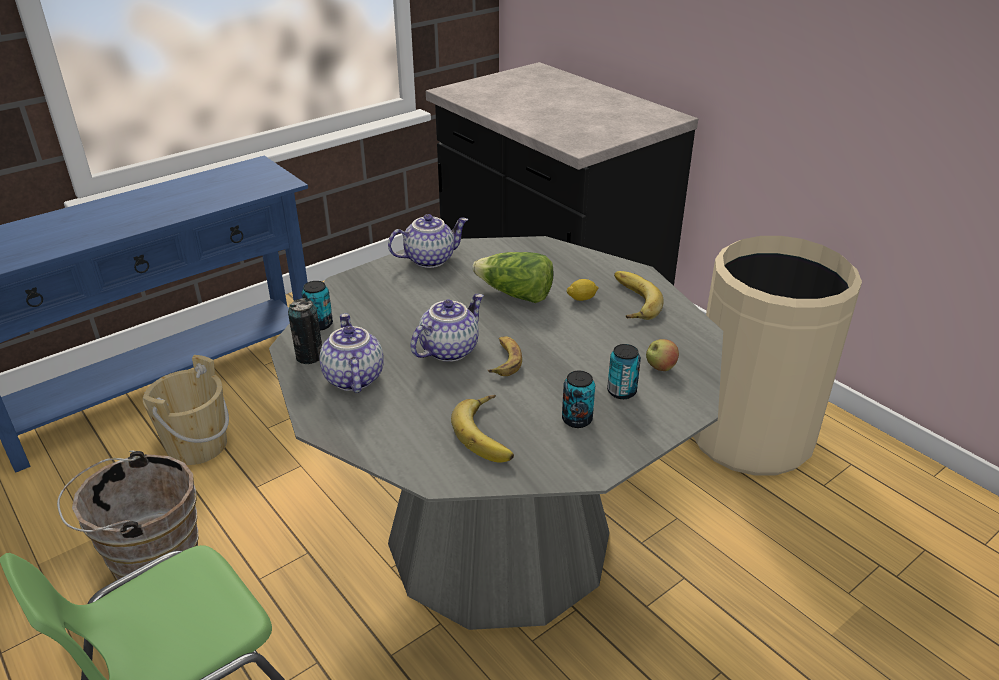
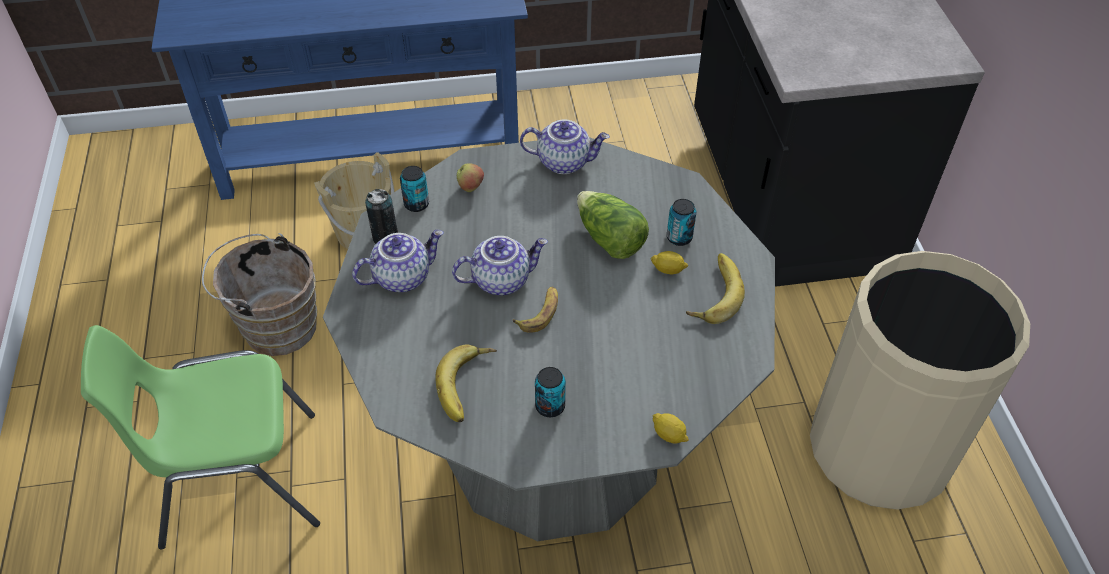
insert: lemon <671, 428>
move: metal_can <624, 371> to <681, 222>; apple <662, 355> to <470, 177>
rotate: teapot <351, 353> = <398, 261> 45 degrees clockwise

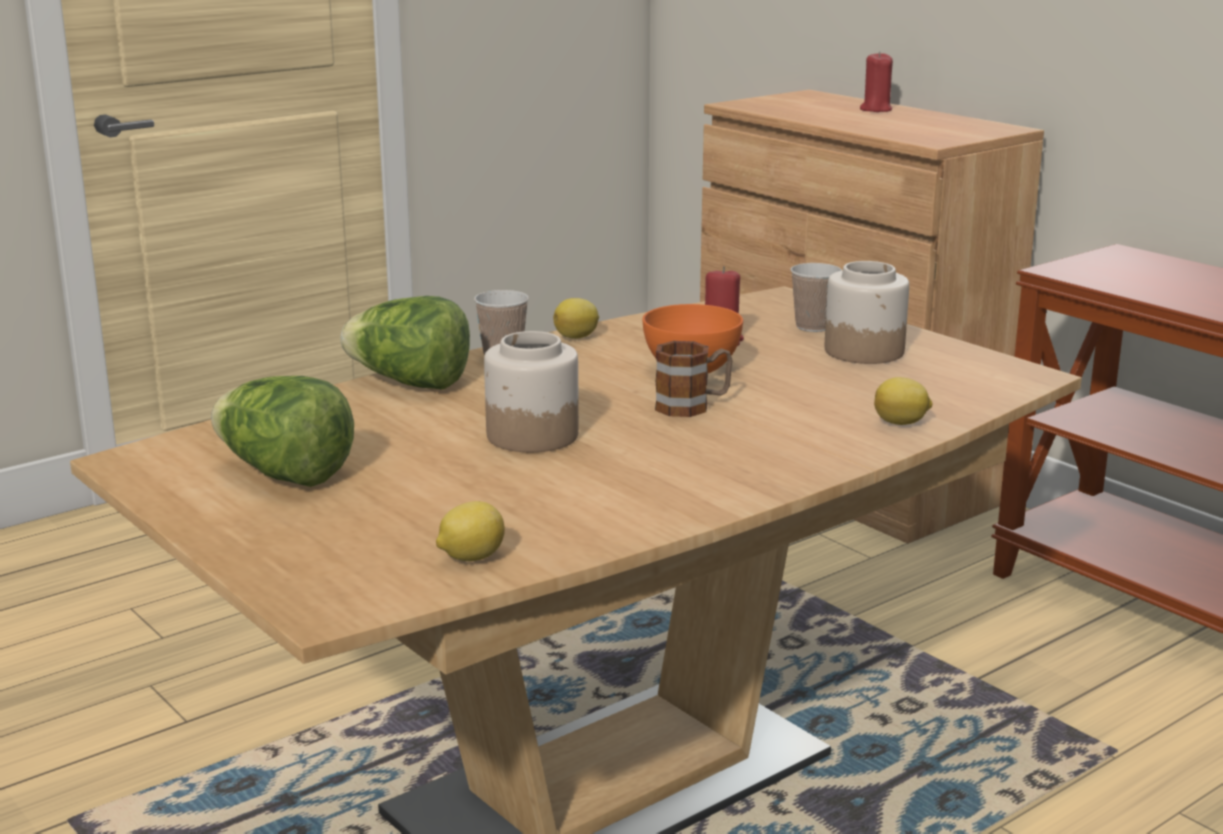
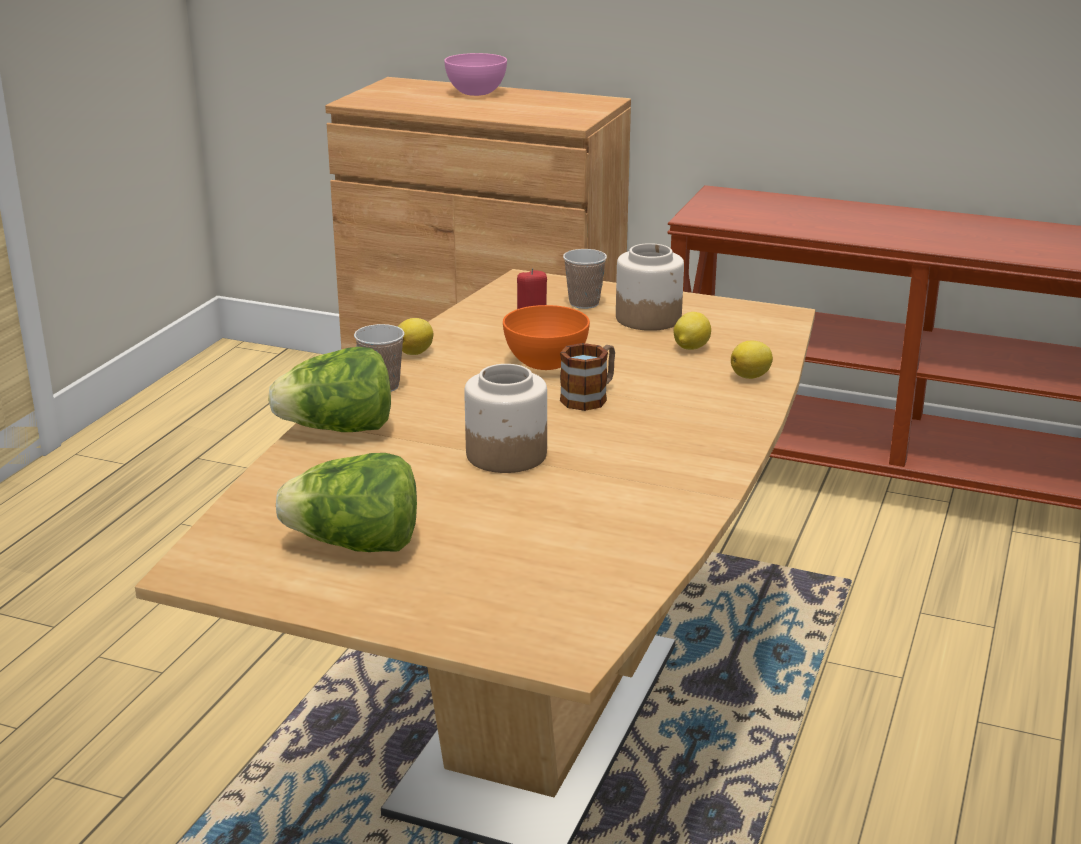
move: lemon <470, 531> to <692, 331>
replace: reddish_wax_light <876, 81> to pinkish_deep_dish <475, 74>

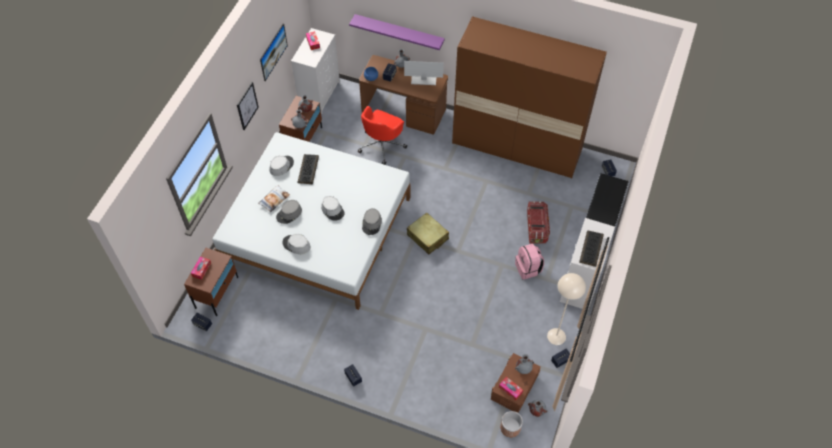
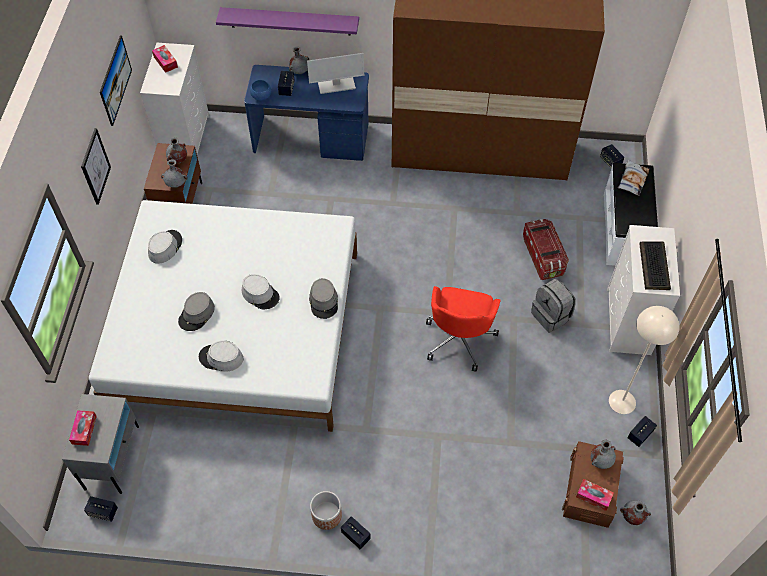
delete: PC_keyboard <308, 169>; beige-coloured_travel_case <428, 234>
move: throw_pillow <274, 199> to <633, 177>; reddish_office_chair <382, 135> to <463, 329>; planter <511, 424> to <326, 510>
recolor: brown-coloured_night_table <211, 282> to grey_night_table <100, 444>; brown-coloured_desk_unit <403, 95> to blue_desk_unit <306, 113>; pinkish_rucksack <529, 262> to grey_rucksack <553, 306>

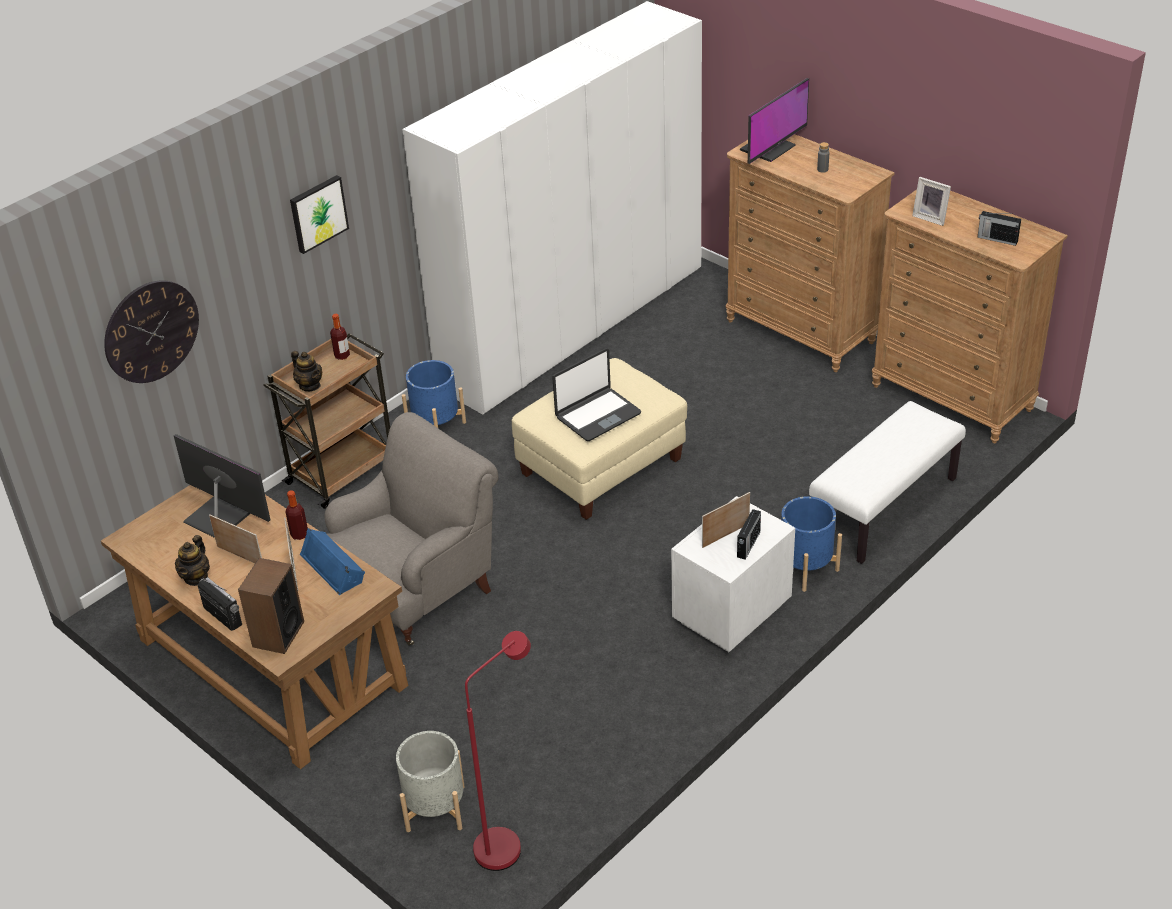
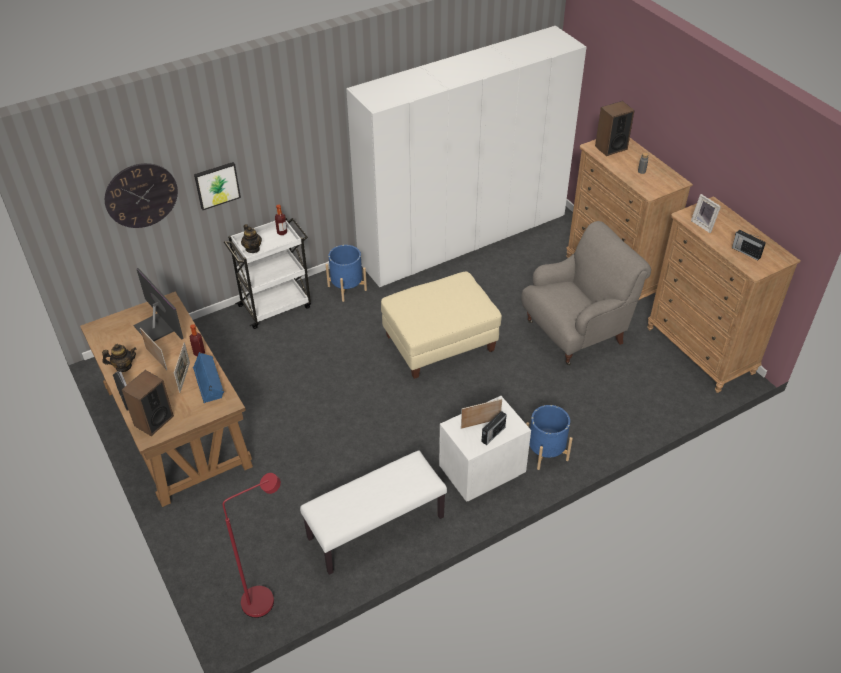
delete: grey_planter <430, 781>; laptop <596, 394>
move: picture <319, 214> to <217, 186>; grey_lounge_chair <411, 528> to <586, 293>; white-coloured_indoor_bench <887, 482> to <373, 513>
replace: computer_screen <774, 121> to audio_speaker <615, 128>
recolor: brown-coloured_cart <326, 421> to white-coloured_cart <267, 273>
rotate: teapot <192, 560> = <119, 358> 135 degrees counterclockwise

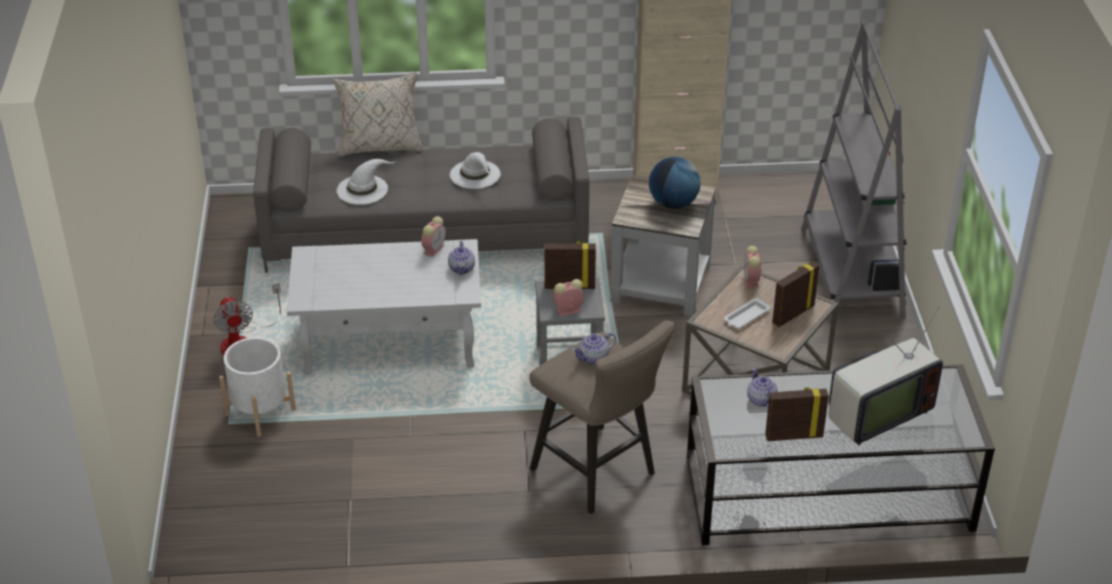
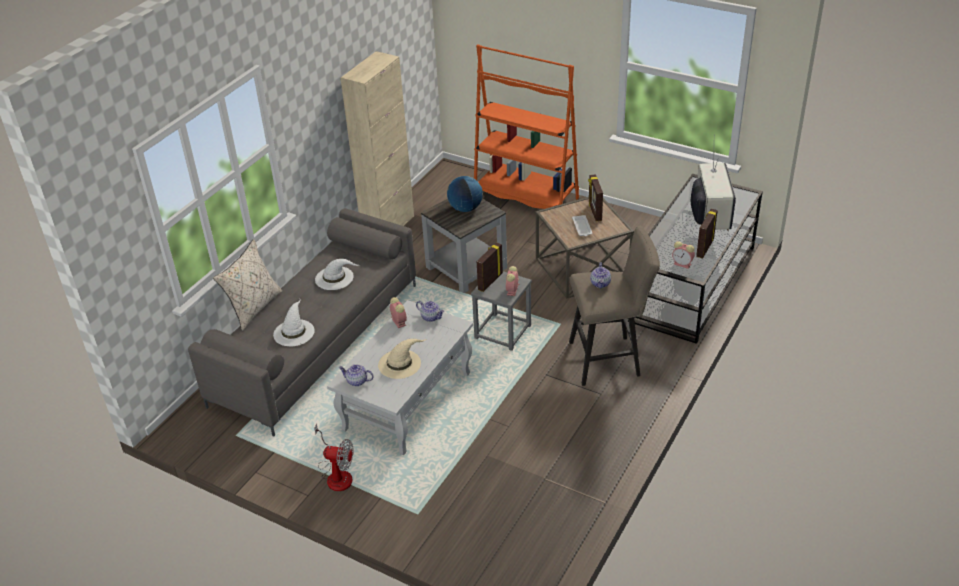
delete: white-coloured_planter <257, 387>
insert: beige-coloured_wearable_hat <402, 359>
move: bedside_clock <753, 266> to <683, 255>; teapot <762, 388> to <356, 375>
recolor: grey_shelving_unit <854, 172> to orange-coloured_shelving_unit <526, 127>

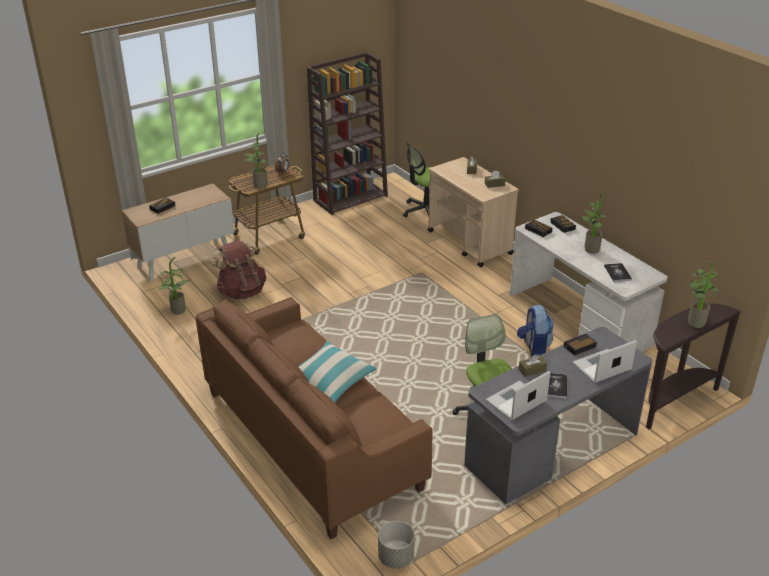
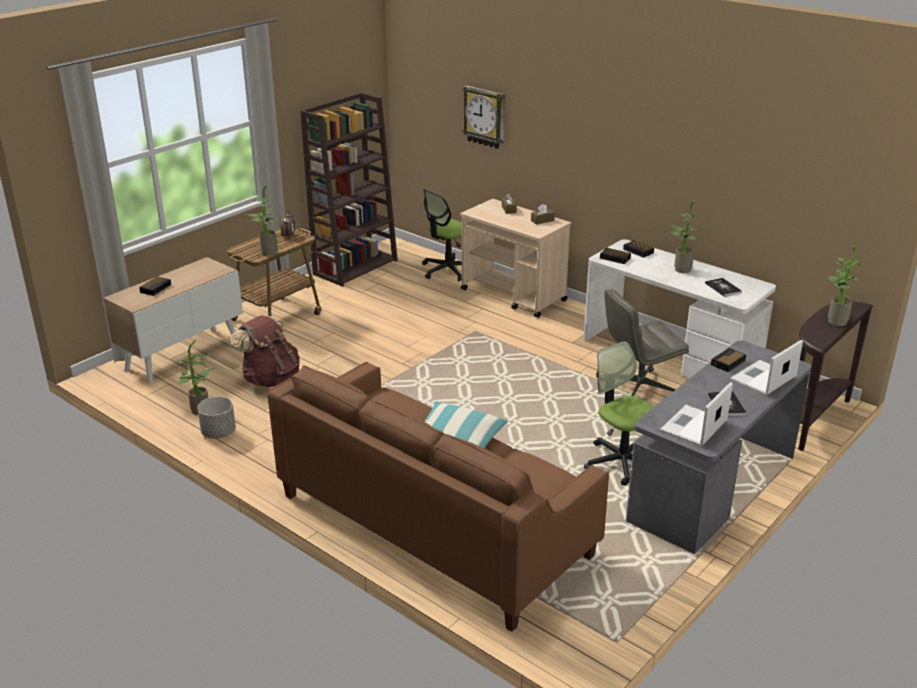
delete: brown-coloured_box_of_tissues <533, 366>
insert: hanging_clock <483, 117>
move: grey_planter <396, 545> to <216, 418>
replace: rucksack <535, 331> to grey_office_chair <646, 342>

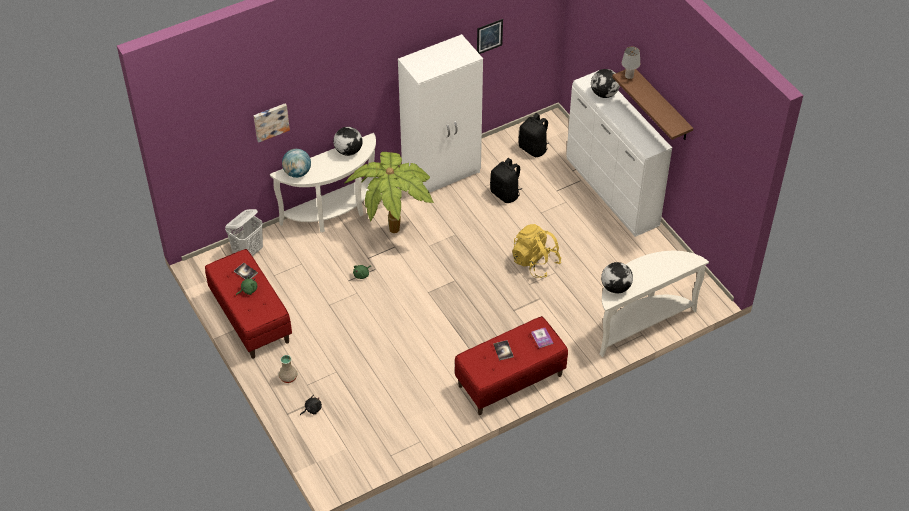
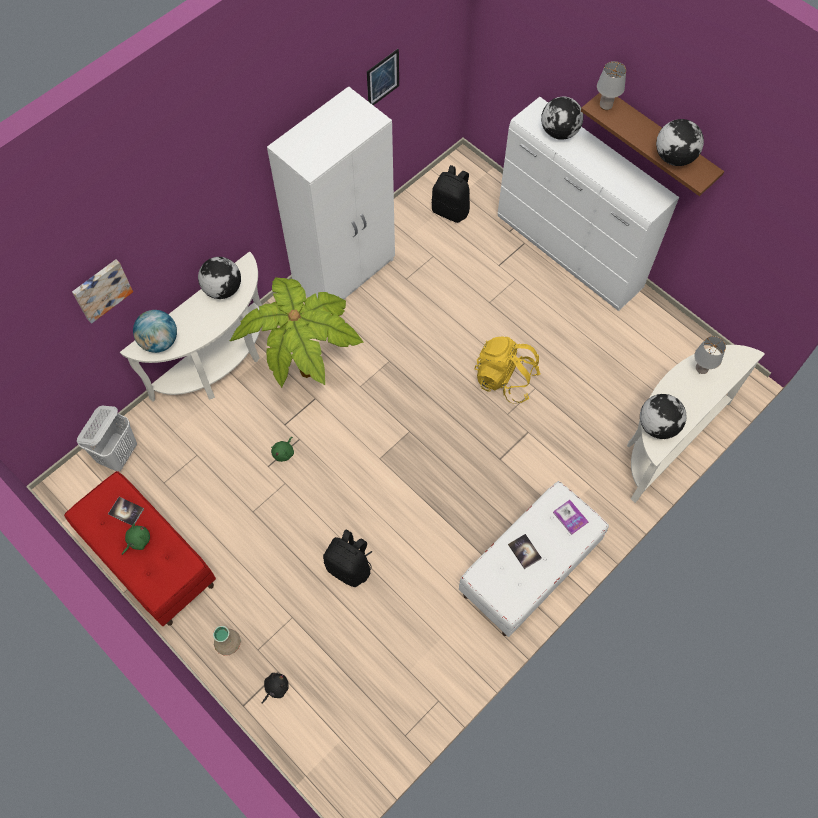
insert: world_globe <680, 142>; grey_lamp_for_a_table <710, 355>
move: blackish_rucksack <506, 180> to <347, 558>
recolor: reddish_indoor_bench <511, 365> to white-coloured_indoor_bench <534, 559>

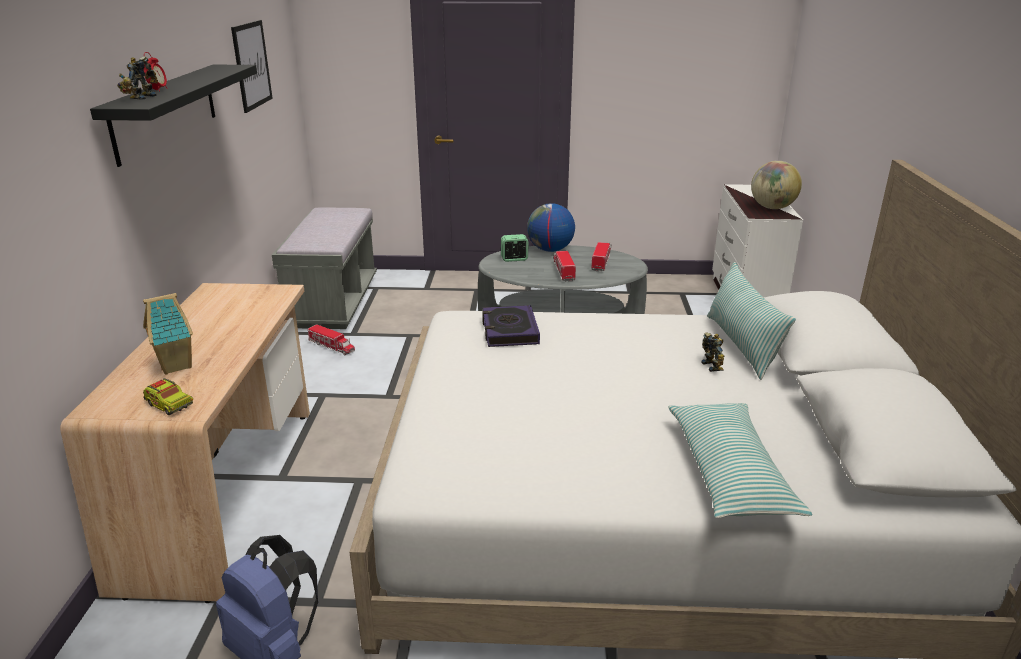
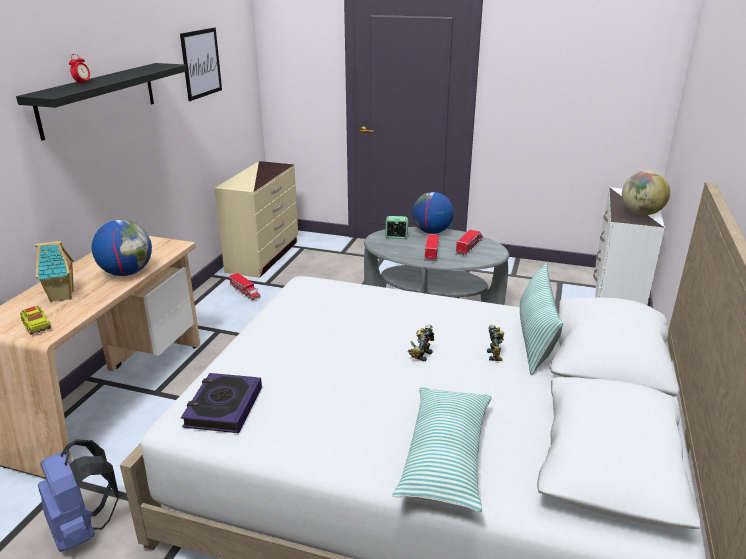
insert: world_globe <122, 248>
move: robot_figure <137, 78> to <421, 343>; volume <511, 326> to <221, 403>
replace: grey_indoor_bench <324, 268> to beige-coloured_dresser <256, 219>

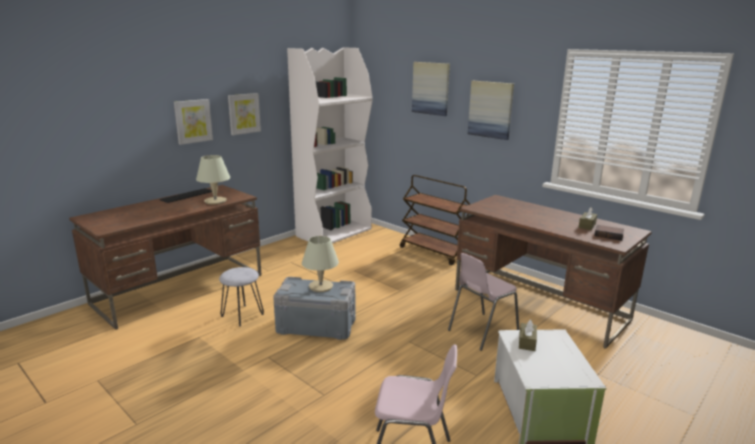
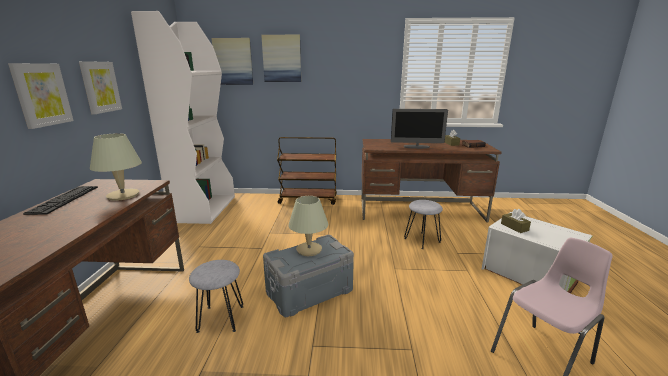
insert: computer_screen <419, 129>
move: picture <491, 110> to <232, 61>
replace: pinkish_upright_chair <483, 302> to grey_stool <423, 224>

